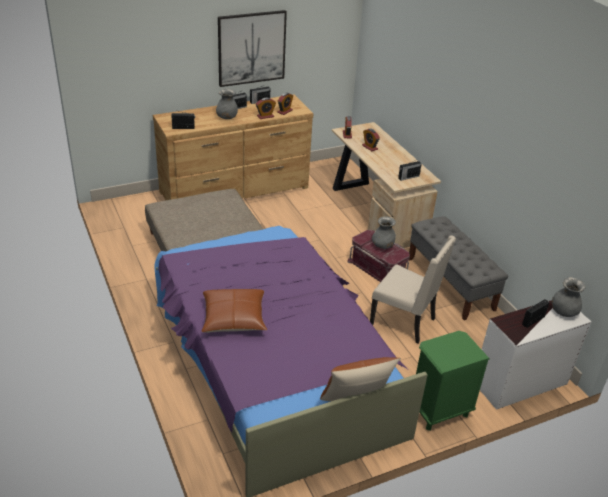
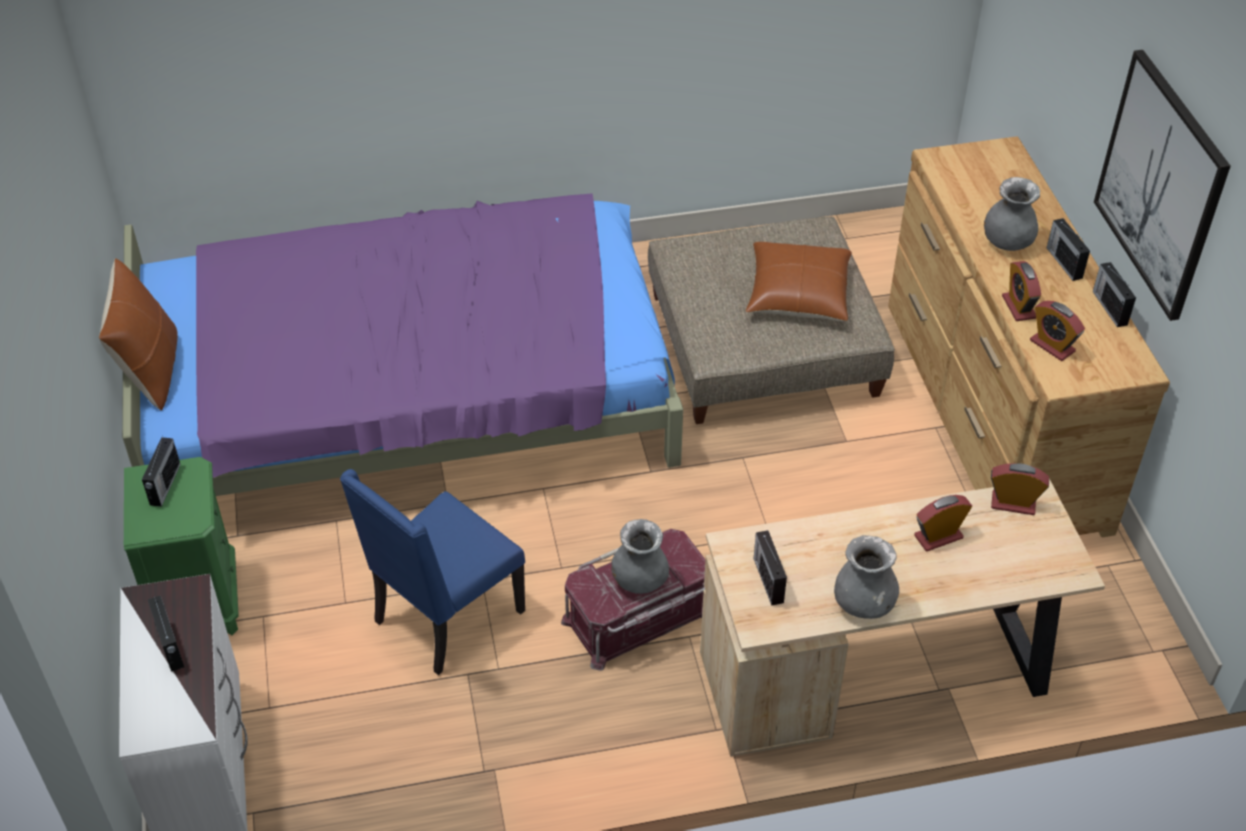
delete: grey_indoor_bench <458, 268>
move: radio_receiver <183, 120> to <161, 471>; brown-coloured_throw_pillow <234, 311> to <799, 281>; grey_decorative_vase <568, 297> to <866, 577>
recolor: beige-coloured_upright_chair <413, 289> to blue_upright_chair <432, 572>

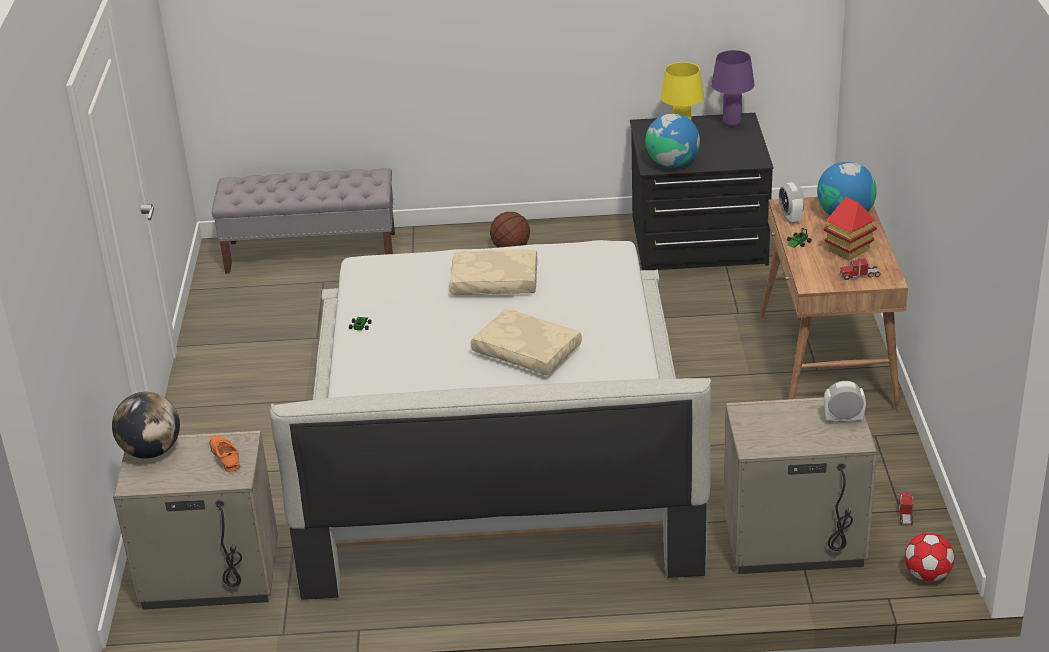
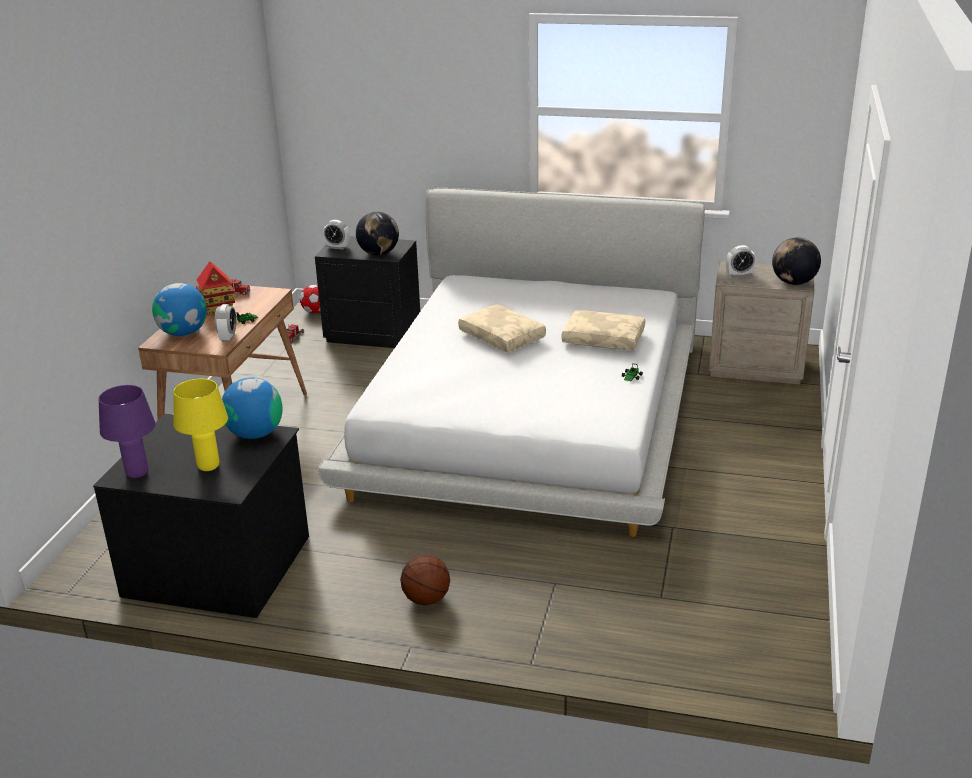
delete: grey_indoor_bench <303, 221>
insert: world_globe <377, 233>
move: beige-coloured_throw_pillow <493, 272> to <603, 330>
replace: orange-coloured_item_of_footwear <225, 453> to bedside_clock <741, 261>
recolor: beige-coloured_night_table <800, 485> to blackish_night_table <367, 292>

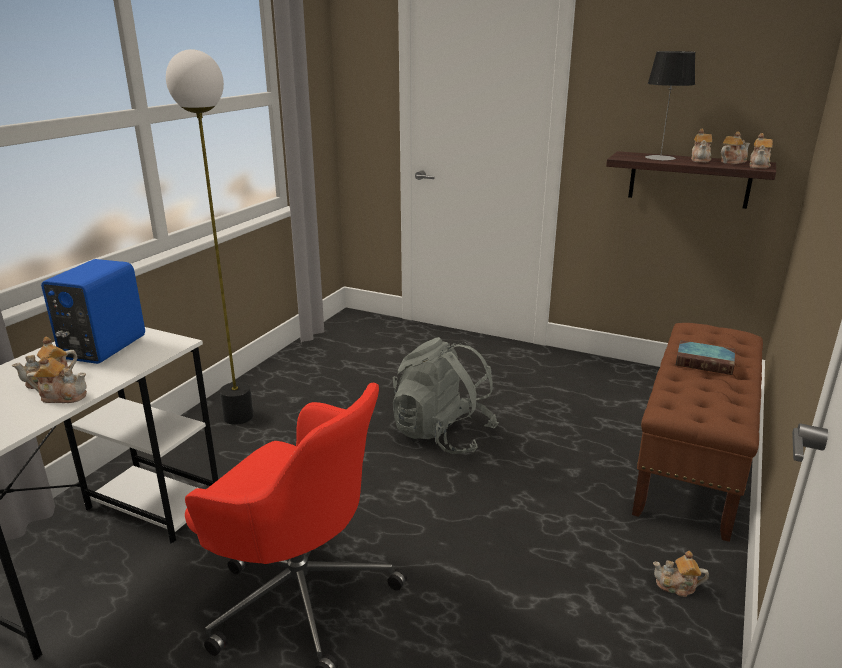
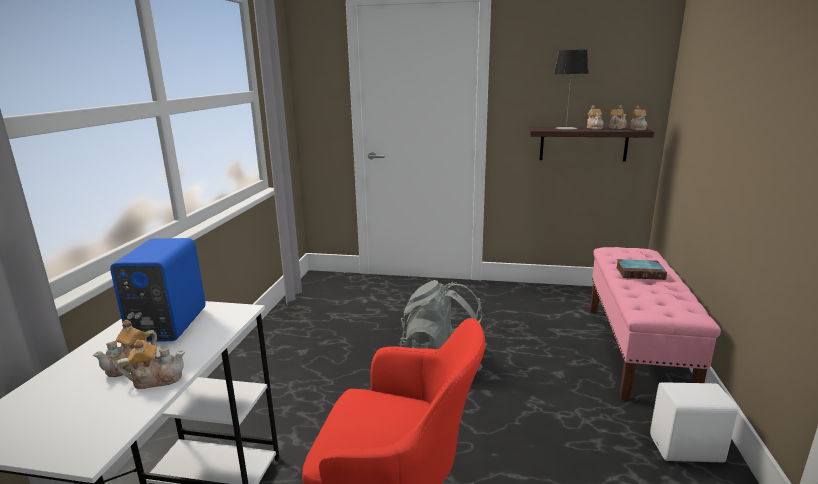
delete: standard_lamp <210, 237>
replace: teapot <681, 574> to white-coloured_audio_speaker <694, 422>
recolor: brown-coloured_indoor_bench <697, 432> to pinkish_indoor_bench <655, 324>

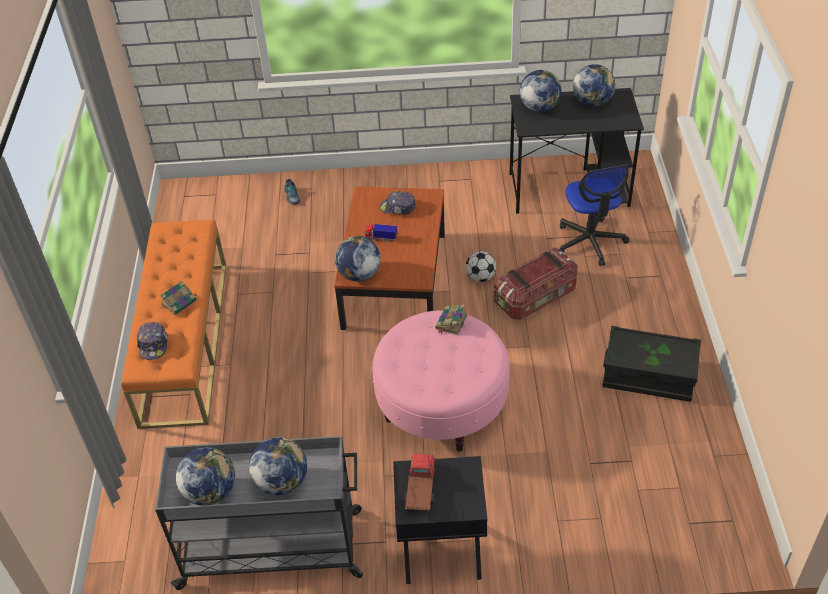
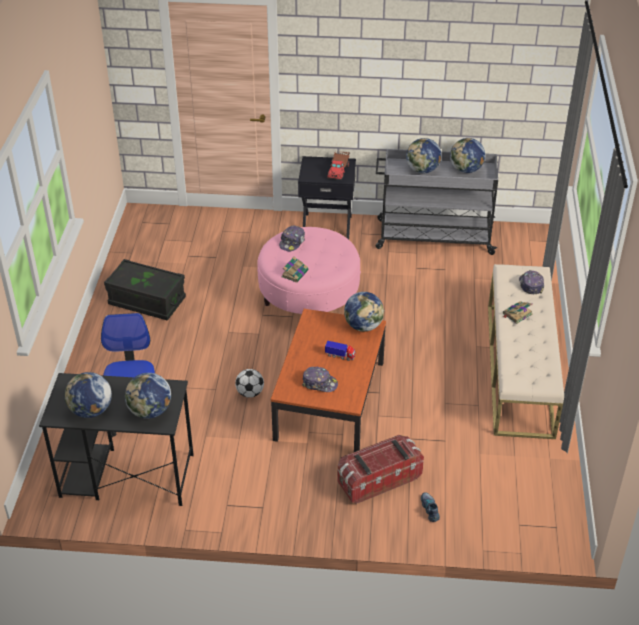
insert: peaked_cap <292, 238>
move: storage_bin <536, 283> to <380, 469>
recolor: orange-coloured_indoor_bench <173, 324> to beige-coloured_indoor_bench <526, 351>

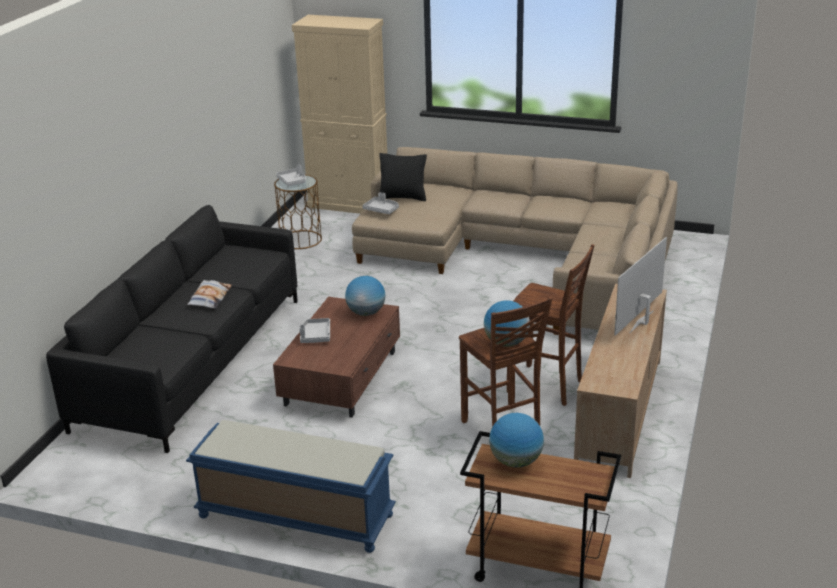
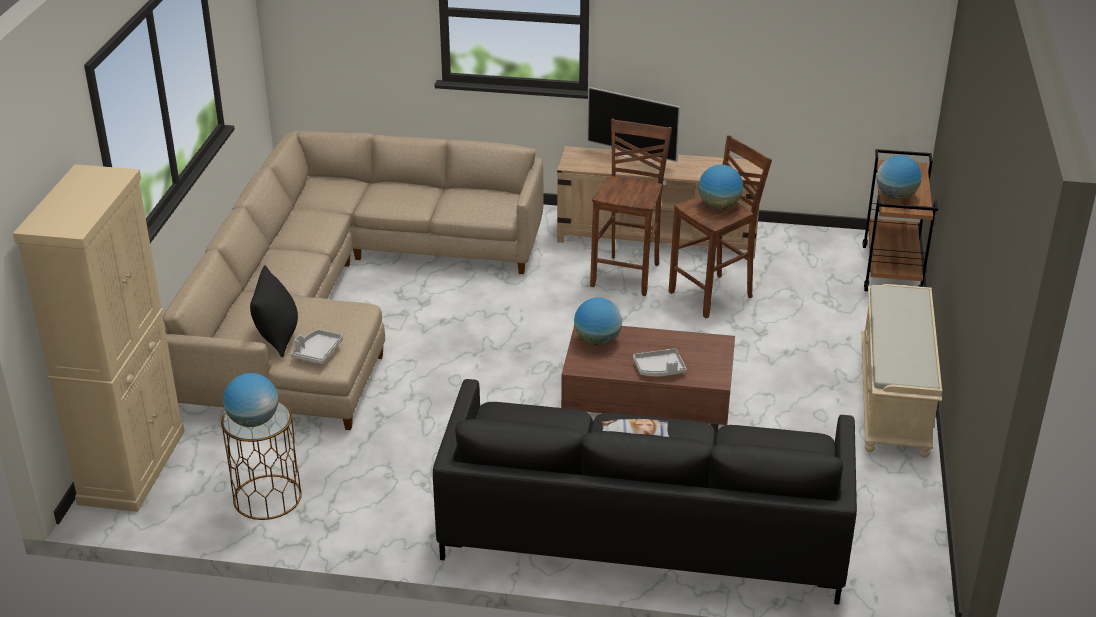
replace: grey_tray <291, 175> to world_globe <250, 400>
recolor: blue_indoor_bench <291, 486> to beige-coloured_indoor_bench <902, 371>

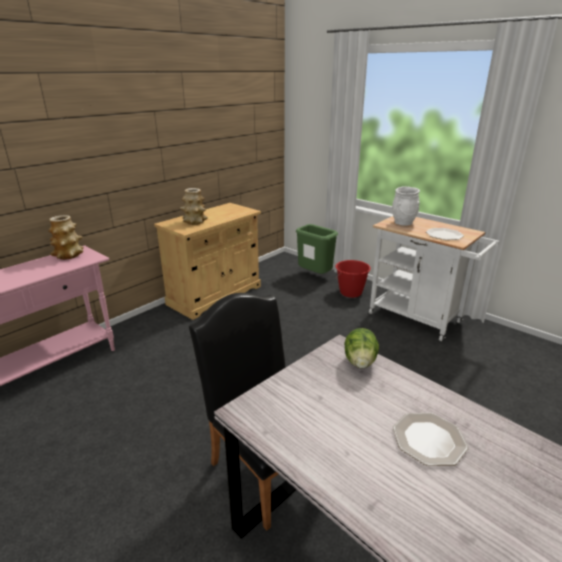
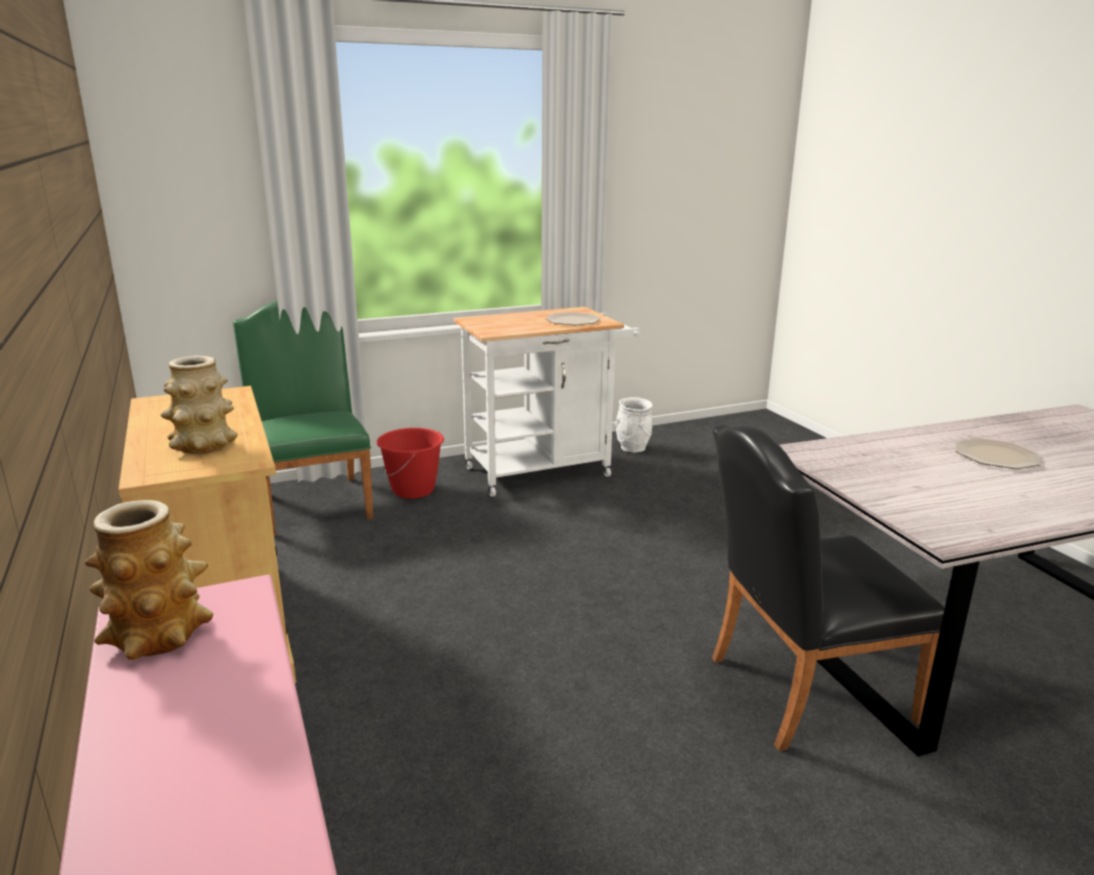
delete: lettuce <361, 348>
move: white-coloured_decorative_vase <406, 206> to <634, 425>
replace: greenish_waste_bin <317, 249> to greenish_upright_chair <303, 418>

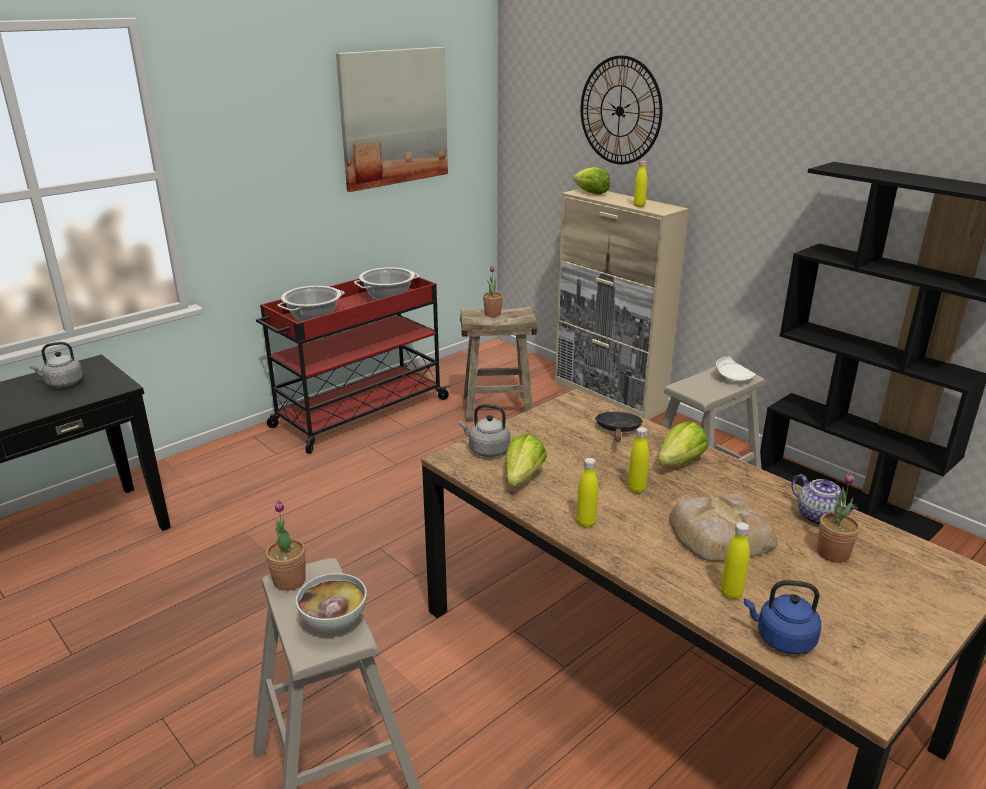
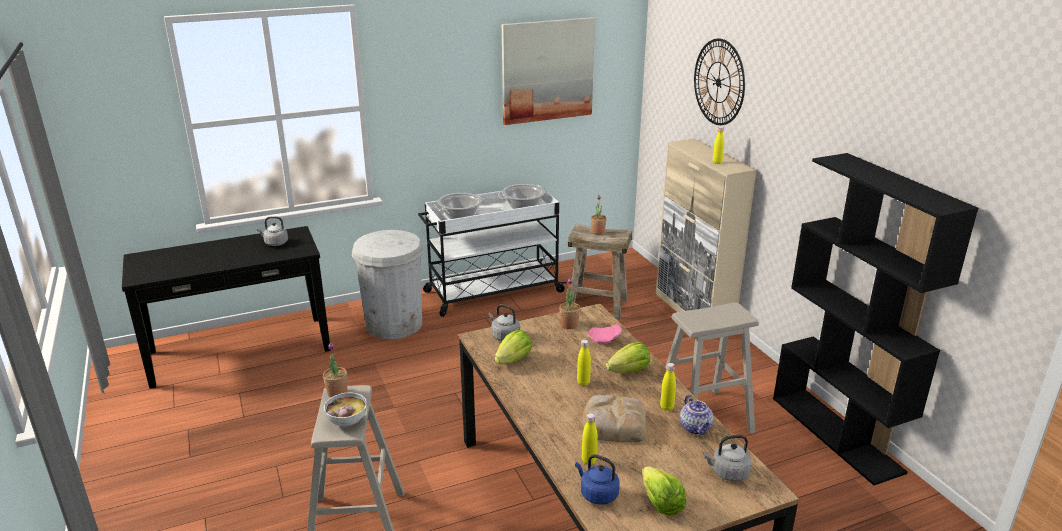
delete: white-coloured_plate <736, 370>
insert: white-coloured_waste_bin <388, 284>; grey_kettle <727, 458>
move: lettuce <591, 181> to <664, 491>; yellow_beverage_bottle <587, 493> to <668, 387>; plant_in_a_pot <838, 517> to <569, 303>
replace: blackish_skillet <619, 427> to pinkish_plate <604, 333>
recolor: reddish_cart <353, 365> to white-coloured_cart <492, 251>

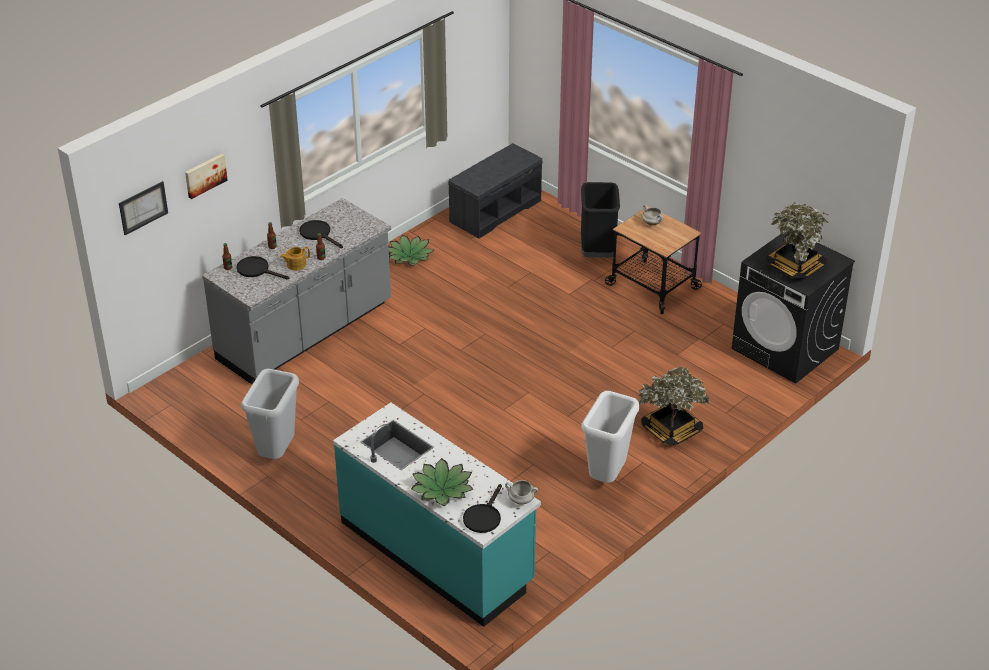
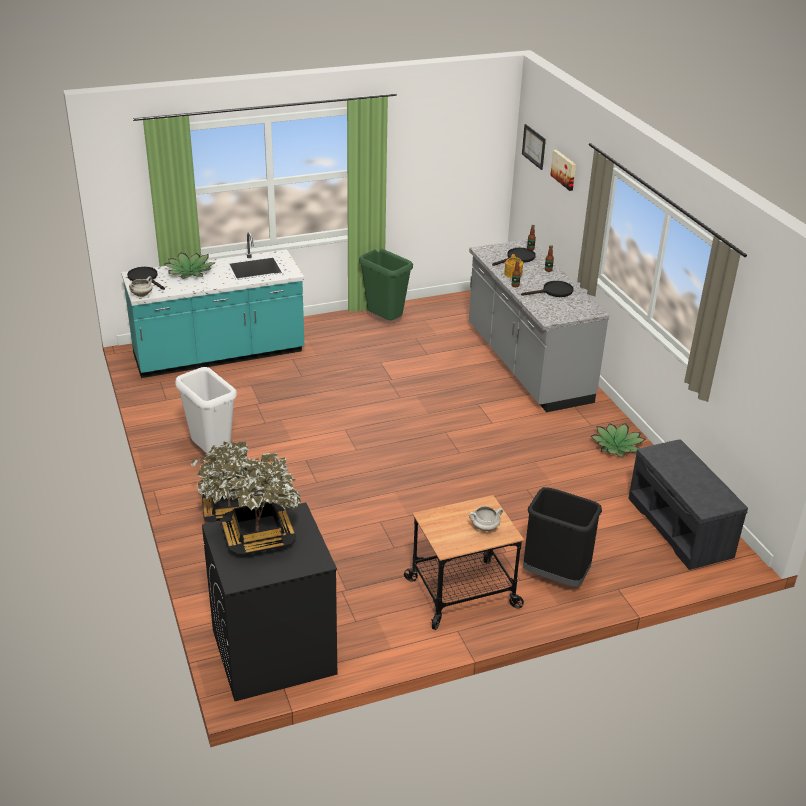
recolor: grey_waste_bin <270, 414> to greenish_waste_bin <386, 284>

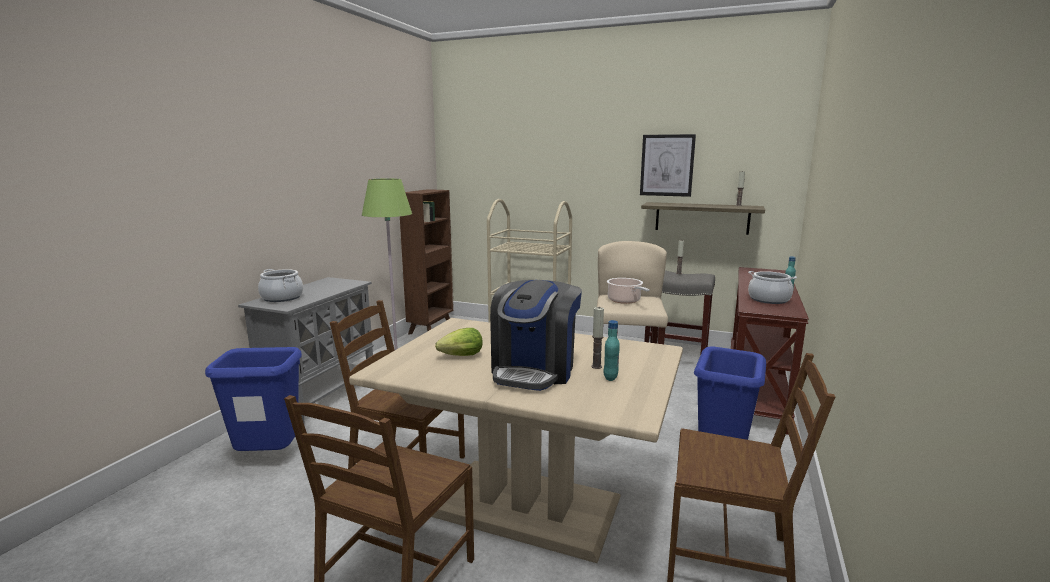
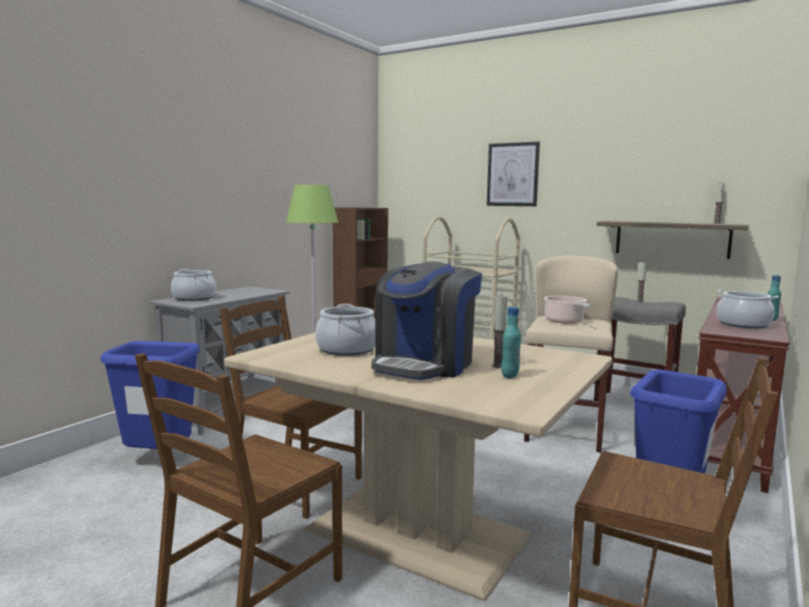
move: picture <668, 165> to <513, 174>
replace: lettuce <459, 342> to cooking_pot <345, 330>

